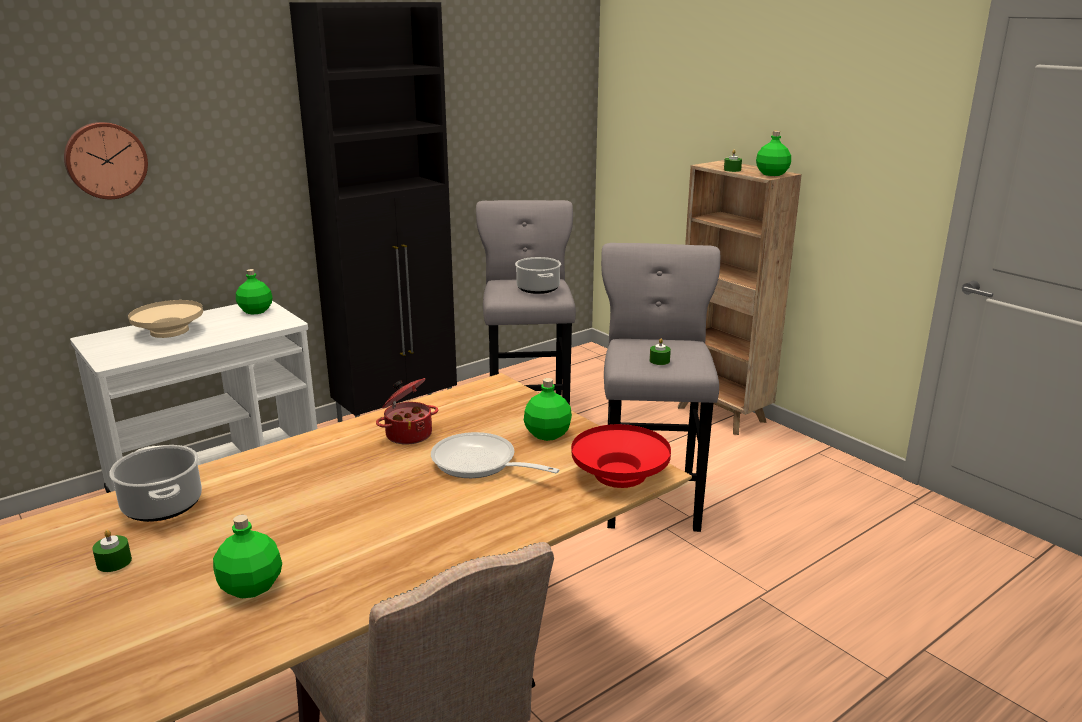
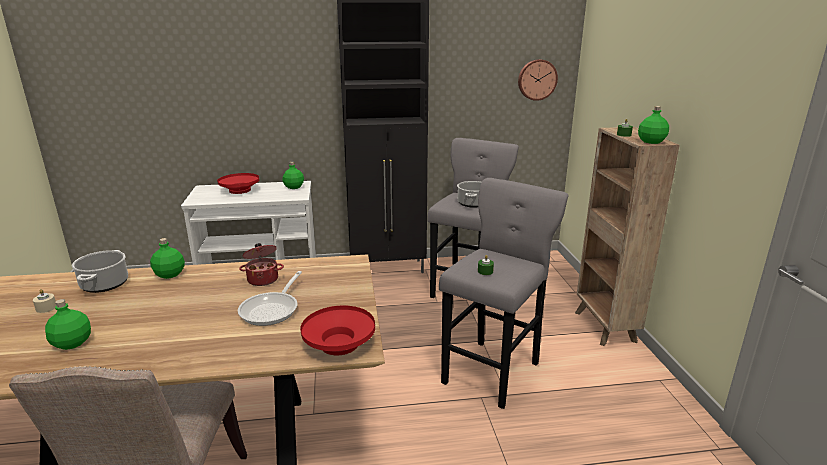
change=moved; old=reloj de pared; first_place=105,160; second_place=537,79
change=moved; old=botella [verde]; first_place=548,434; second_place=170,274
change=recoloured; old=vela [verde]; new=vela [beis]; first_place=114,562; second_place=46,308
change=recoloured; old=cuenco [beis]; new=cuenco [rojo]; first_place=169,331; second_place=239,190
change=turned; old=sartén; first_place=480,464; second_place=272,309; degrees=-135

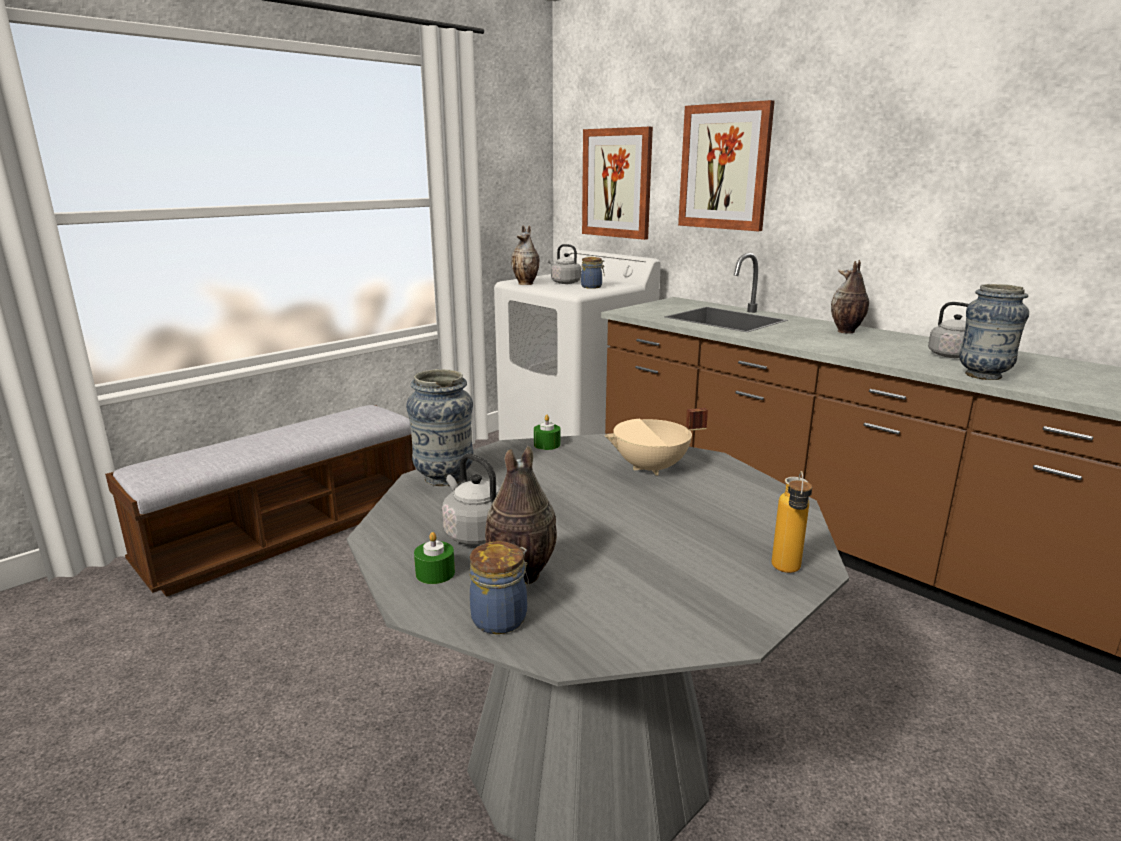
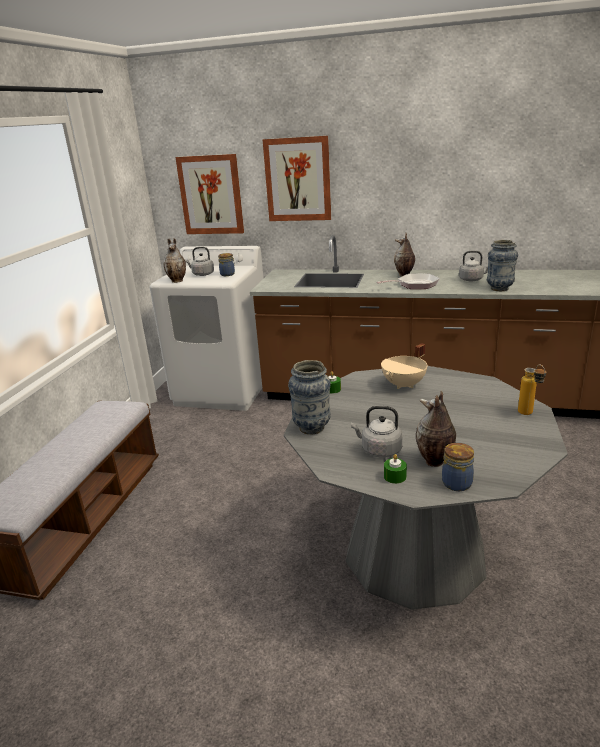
change=added; new=sartén; second_place=414,285

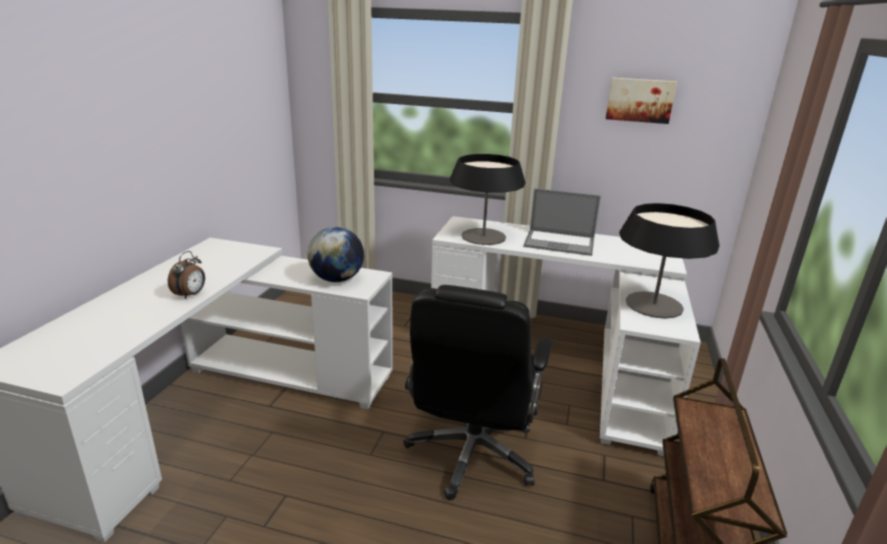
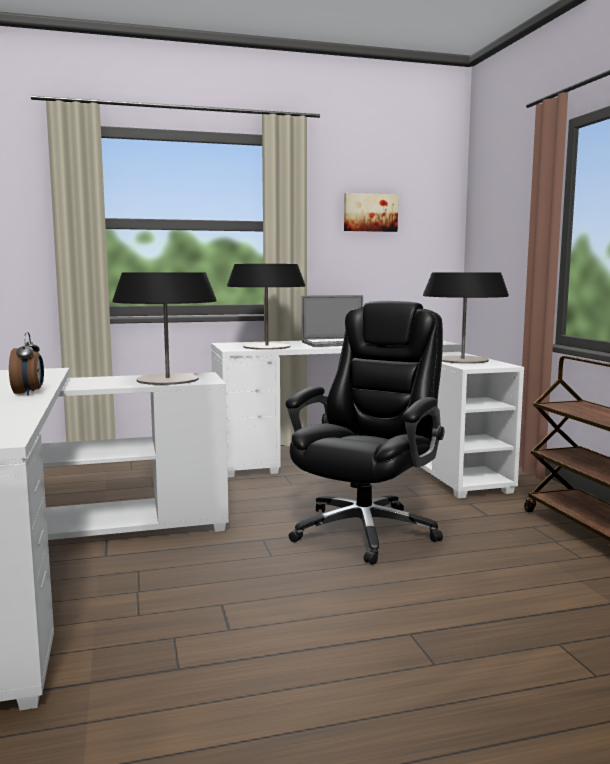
change=replaced; old=globo terráqueo; new=lámpara de mesa; first_place=337,279; second_place=168,379
change=turned; old=silla de oficina [negro]; first_place=472,454; second_place=366,530; degrees=-135

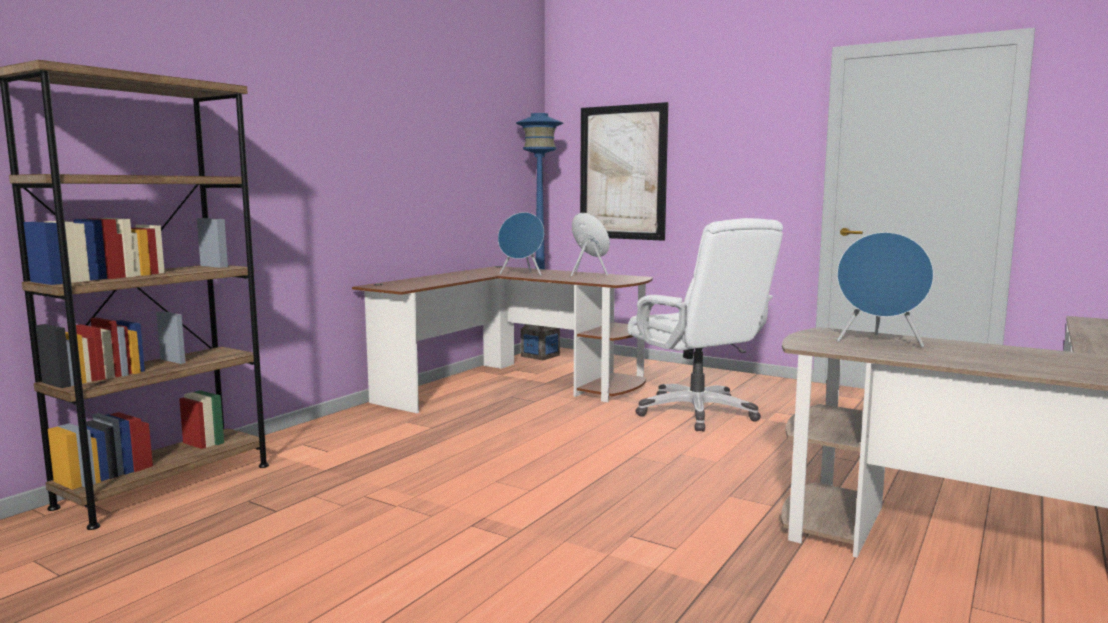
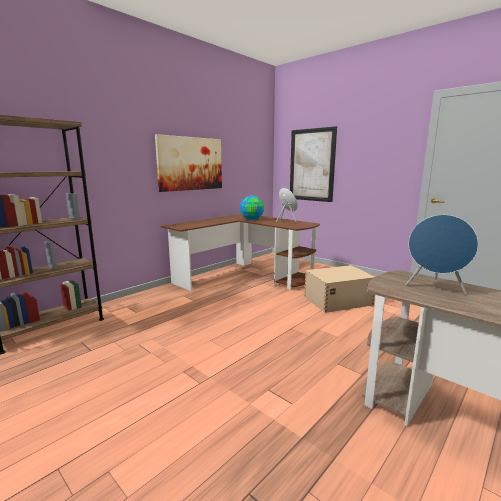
change=removed; old=lámpara de pie [azul]; first_place=540,355
change=added; new=cuadro; second_place=190,164
change=replaced; old=altavoz [azul]; new=globo terráqueo; first_place=522,274; second_place=252,219
change=replaced; old=silla de oficina [blanco]; new=caja de almacenaje [beis]; first_place=697,413; second_place=337,300

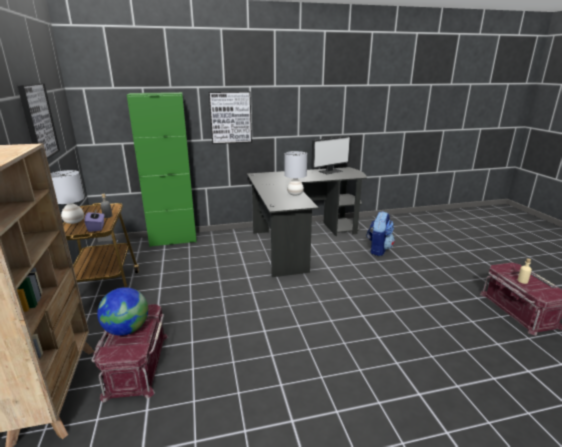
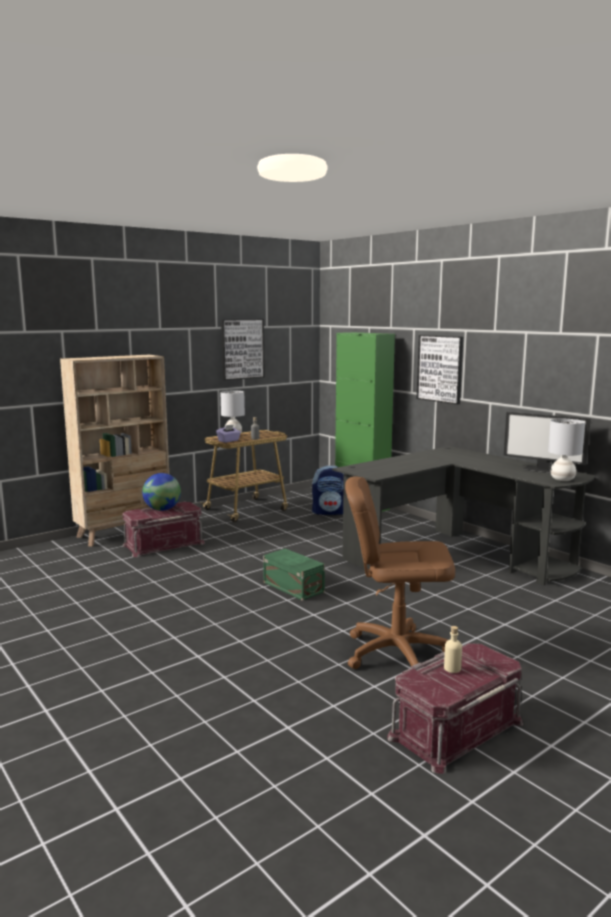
change=added; new=caja de almacenaje [verde]; second_place=293,587
change=added; new=silla de oficina [marrón]; second_place=396,653
change=moved; old=lámpara de mesa [gris]; first_place=295,194; second_place=563,479
change=moved; old=mochila; first_place=378,250; second_place=330,512

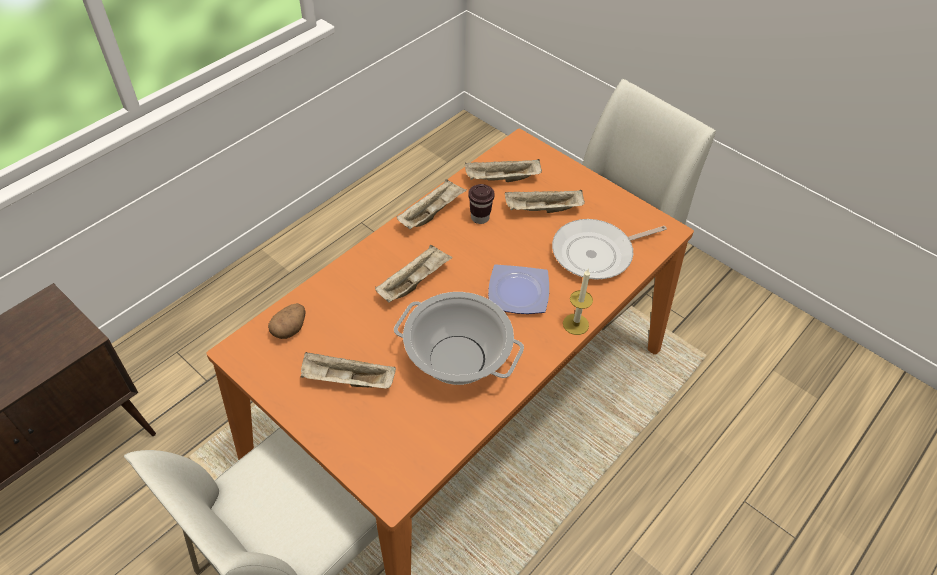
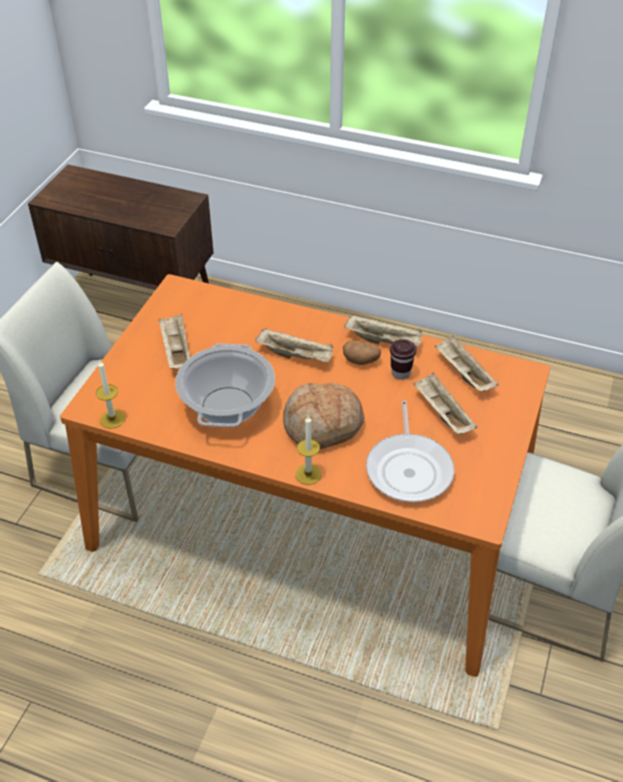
change=added; new=vela; second_place=112,419
change=moved; old=patata; first_place=289,329; second_place=361,361
change=replaced; old=plato; new=pan; first_place=519,293; second_place=323,425
change=turned; old=sartén; first_place=596,253; second_place=409,469; degrees=-135

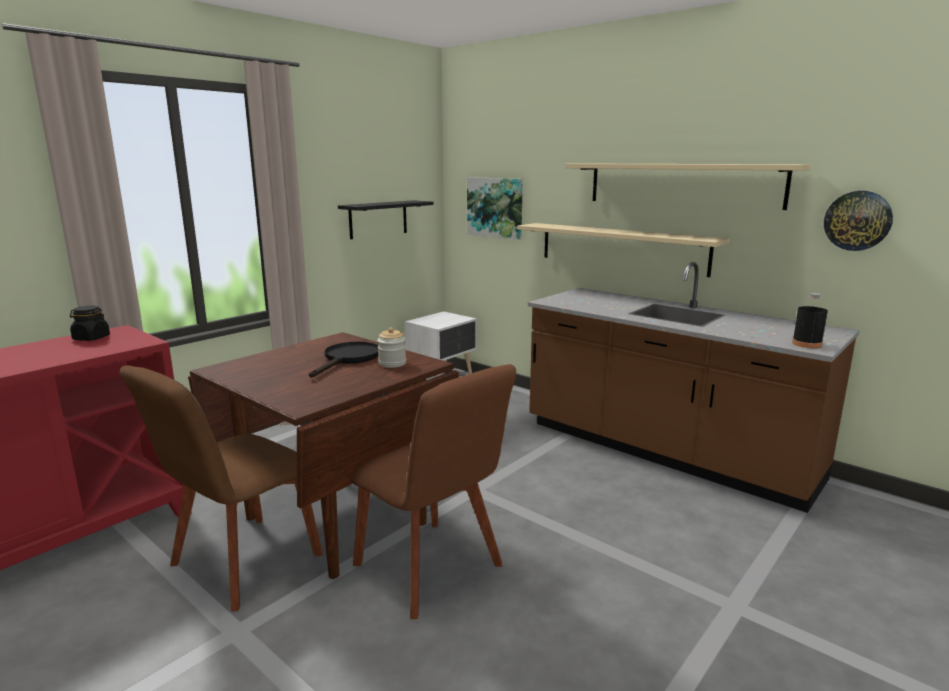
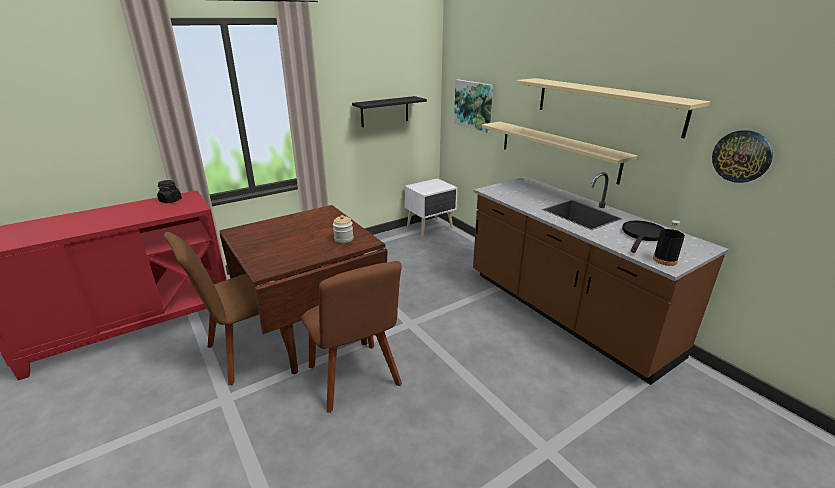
change=moved; old=sartén [negro]; first_place=348,359; second_place=642,236

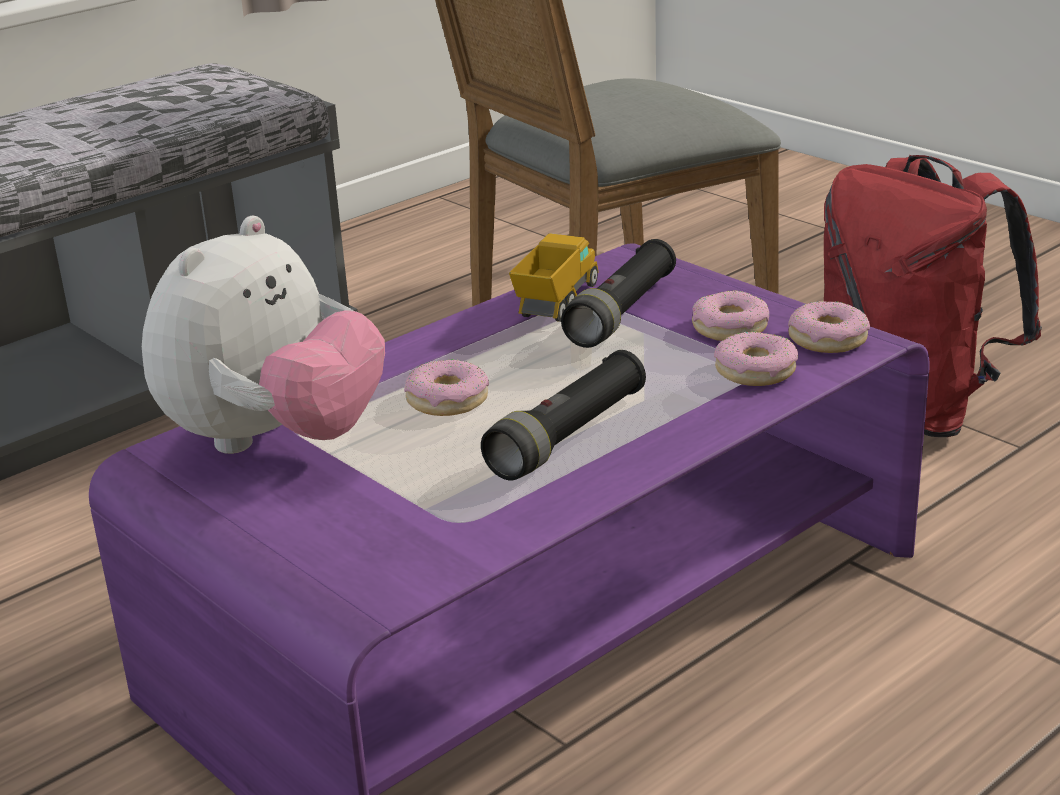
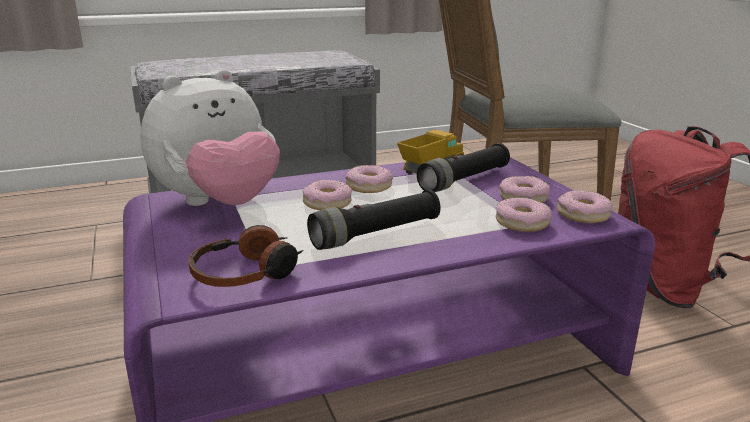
change=added; new=auriculares; second_place=247,273
change=added; new=rosquilla; second_place=368,186

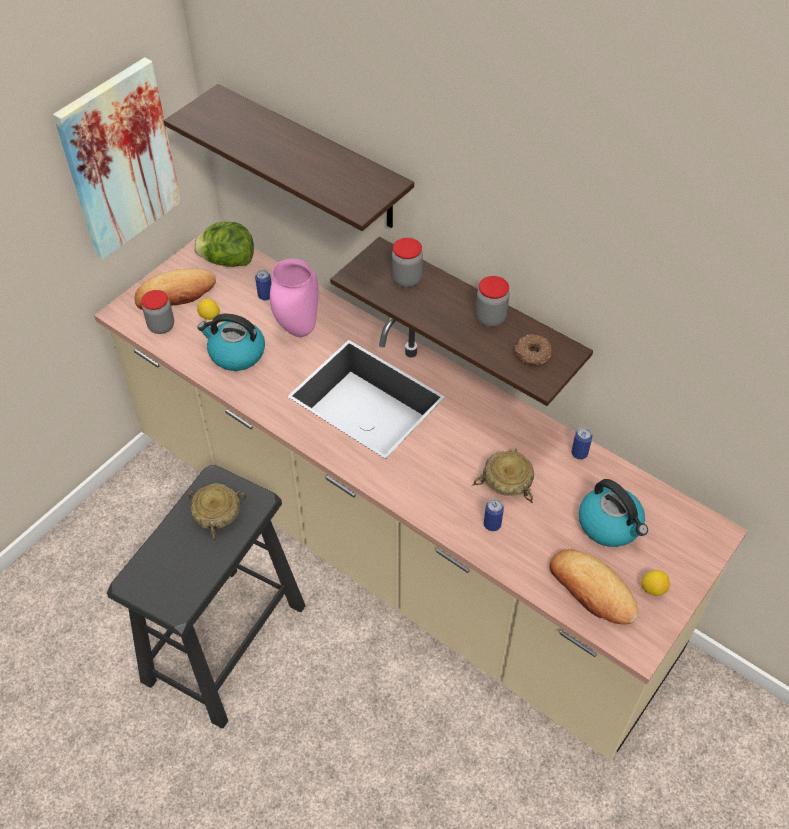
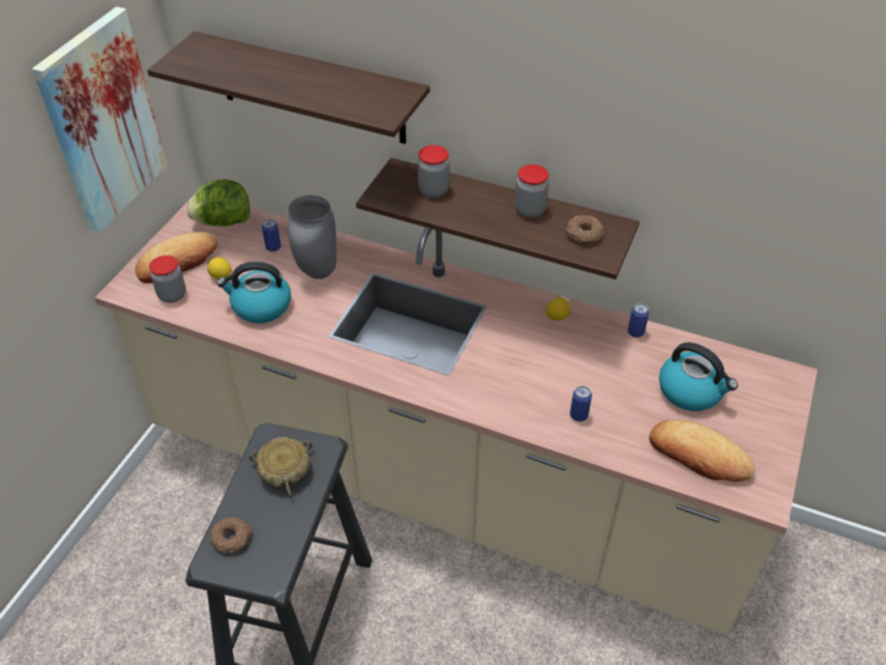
change=removed; old=cuenco [beis]; first_place=505,482
change=added; new=rosquilla; second_place=232,538
change=moved; old=limón; first_place=653,588; second_place=557,317
change=recoloured; old=florero [rosa]; new=florero [gris]; first_place=297,329; second_place=316,272

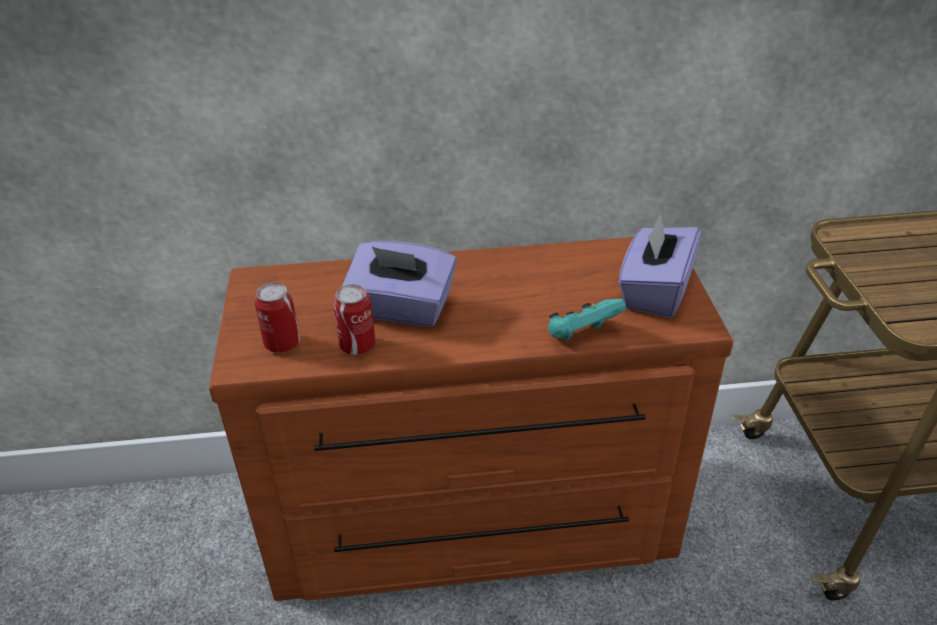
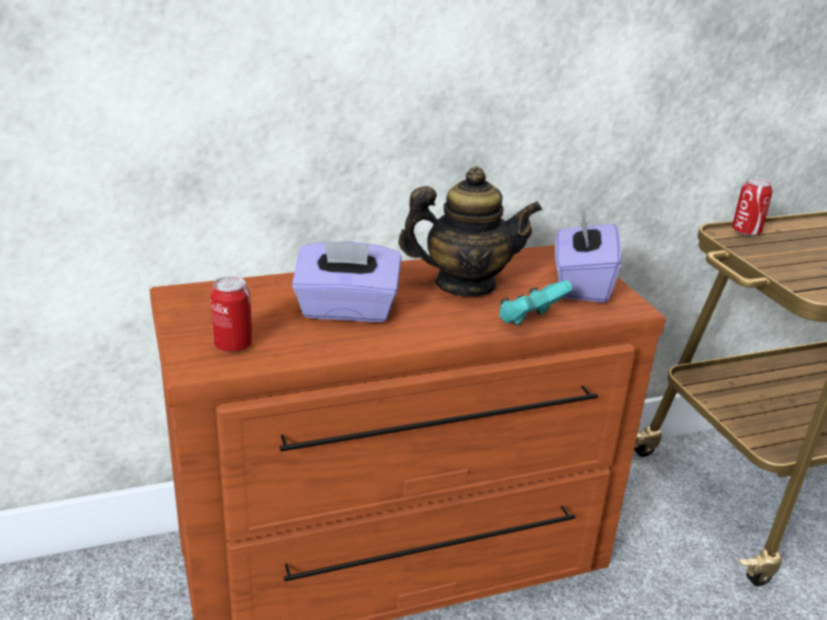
change=added; new=tetera; second_place=465,285
change=moved; old=lata; first_place=357,345; second_place=746,231

